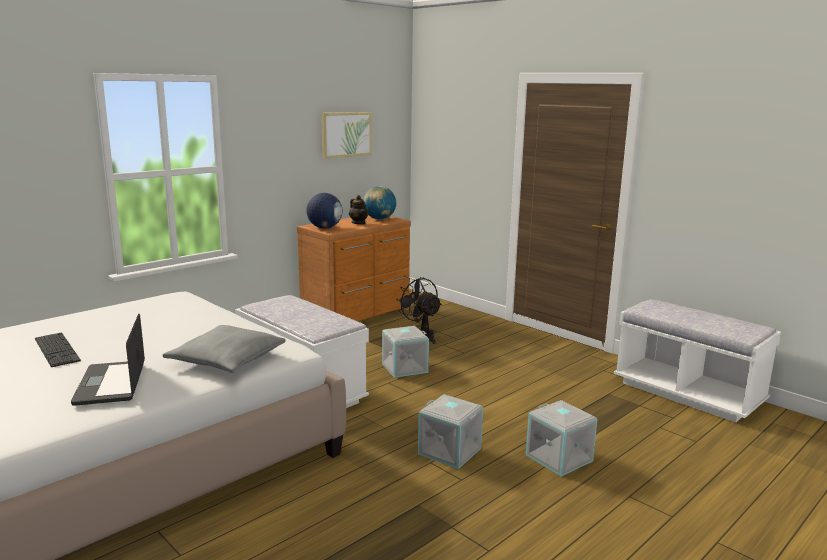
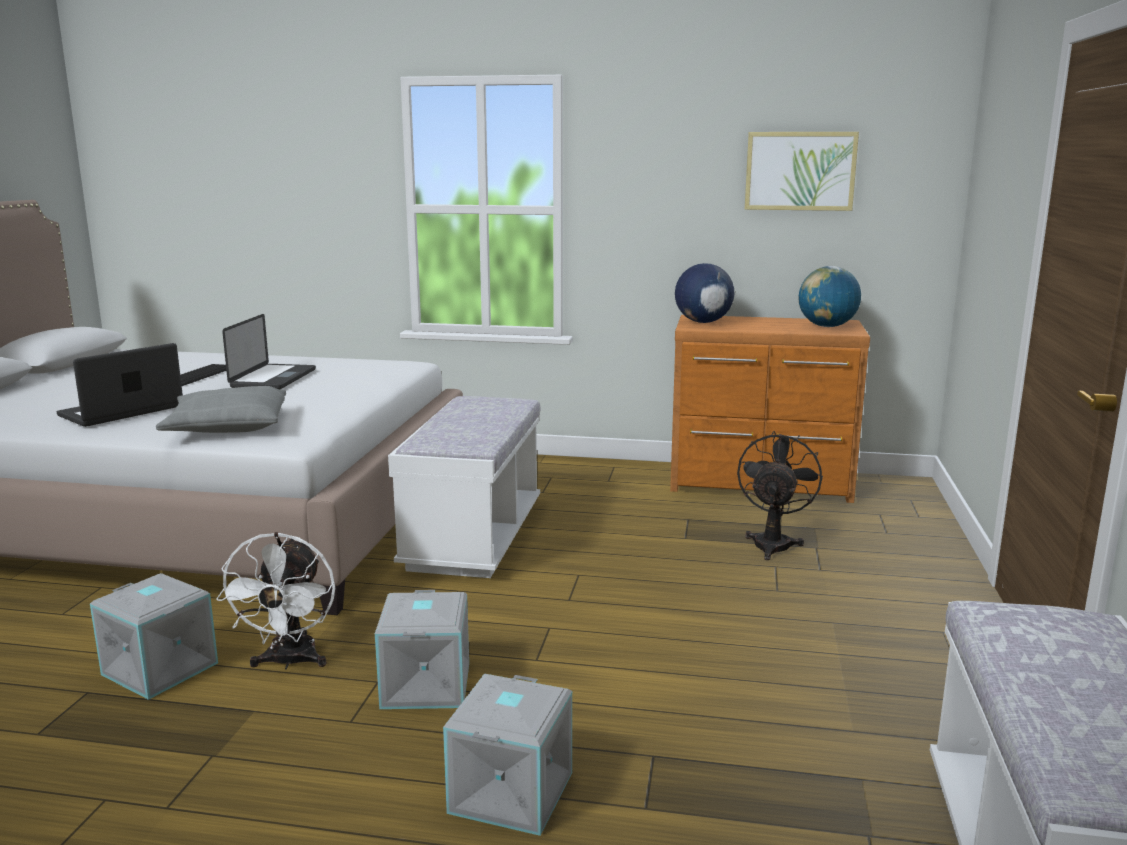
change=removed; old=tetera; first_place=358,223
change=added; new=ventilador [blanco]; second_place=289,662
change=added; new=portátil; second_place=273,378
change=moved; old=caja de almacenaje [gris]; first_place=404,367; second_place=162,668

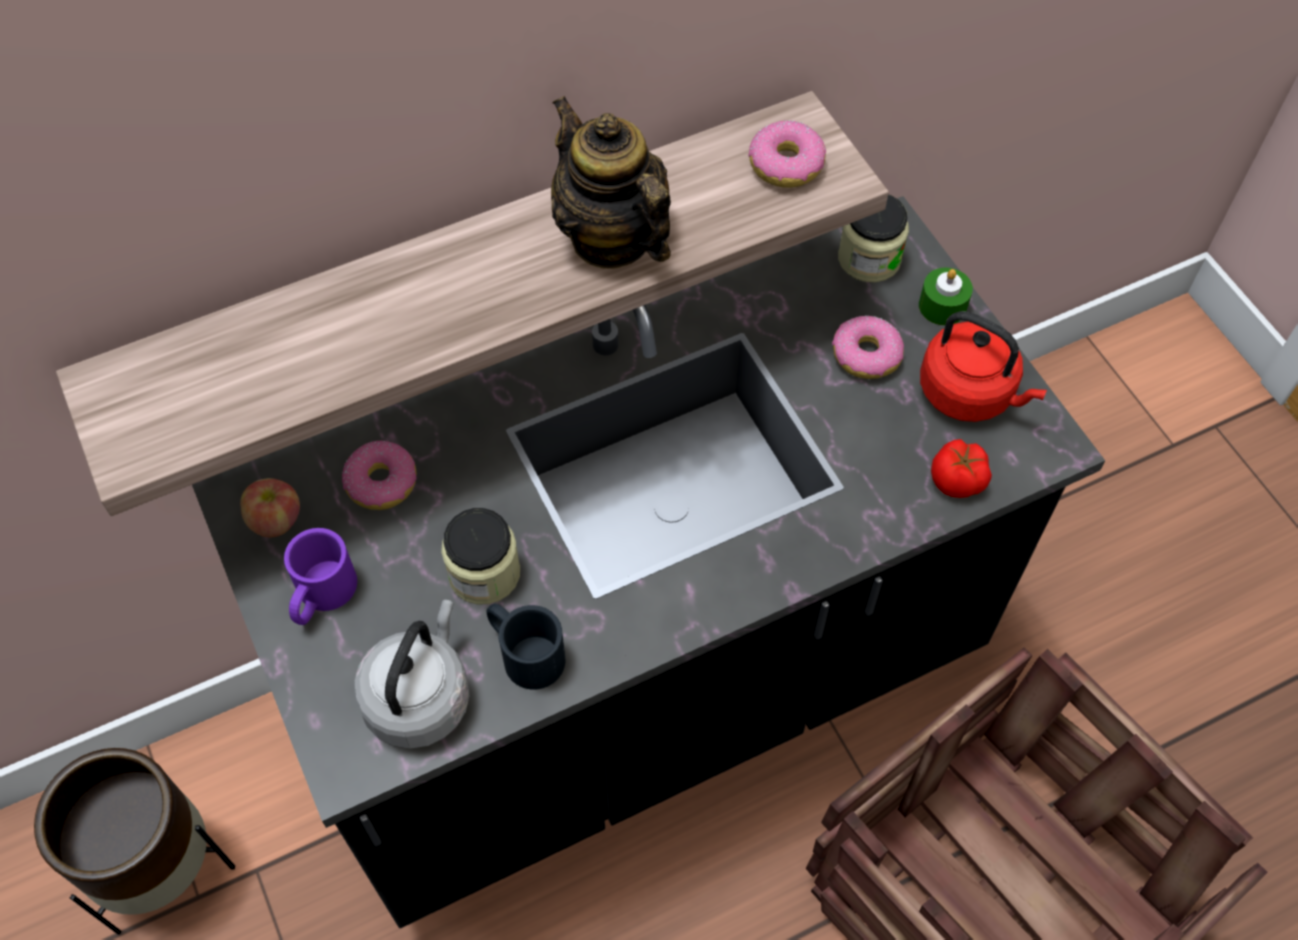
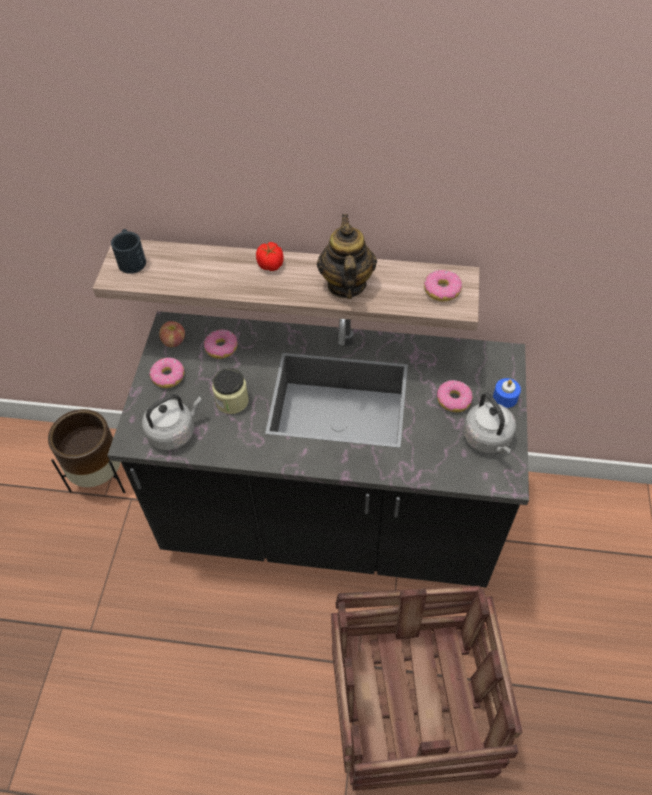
change=removed; old=tarro; first_place=869,259
change=moved; old=taza grande [negro]; first_place=524,652; second_place=131,259
change=moved; old=tomate; first_place=958,481; second_place=271,265
change=replaced; old=taza grande [morado]; new=rosquilla; first_place=321,596; second_place=168,377
change=recoloured; old=vela [verde]; new=vela [azul]; first_place=942,306; second_place=505,397
change=recoloured; old=hervidor [rojo]; new=hervidor [gris]; first_place=970,393; second_place=488,439

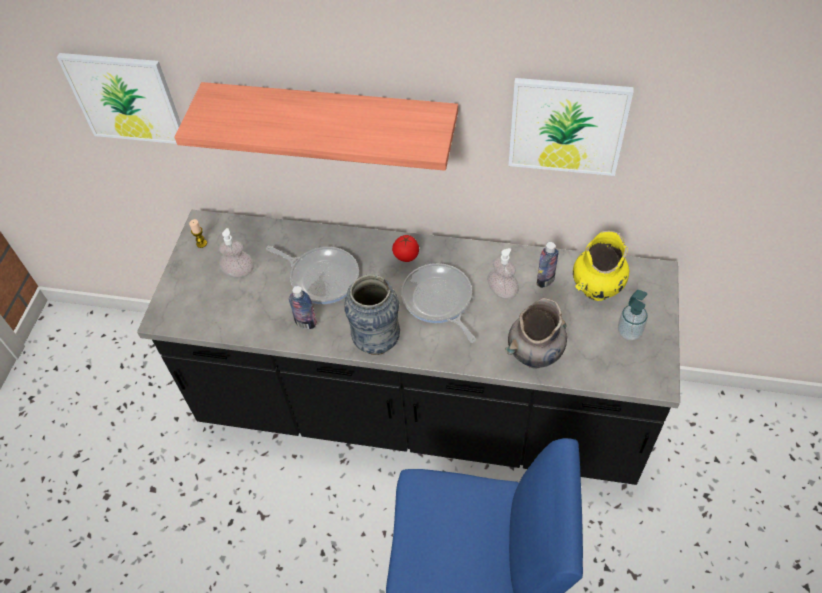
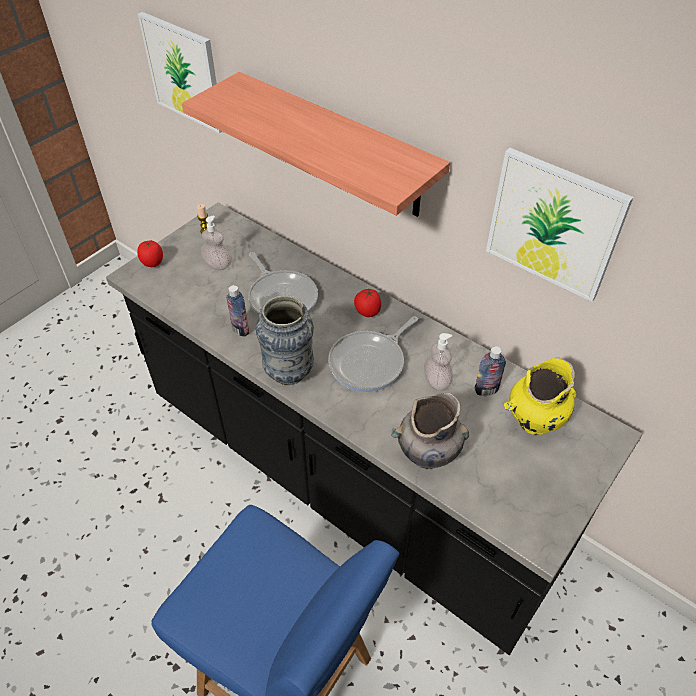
change=removed; old=dispensador de jabón; first_place=629,332
change=added; new=tomate; second_place=152,263
change=turned; old=sartén; first_place=438,300; second_place=370,362; degrees=-135

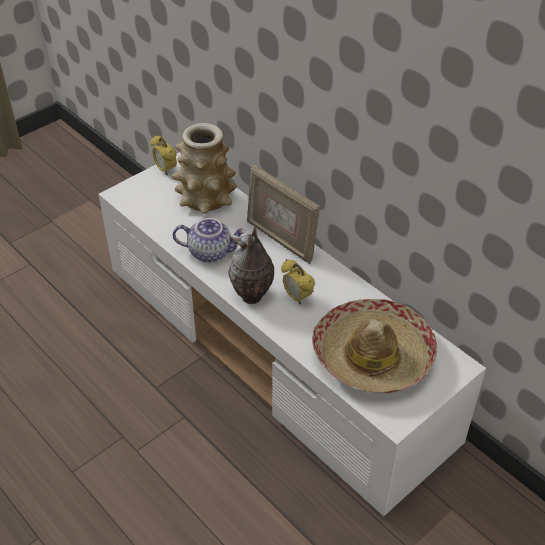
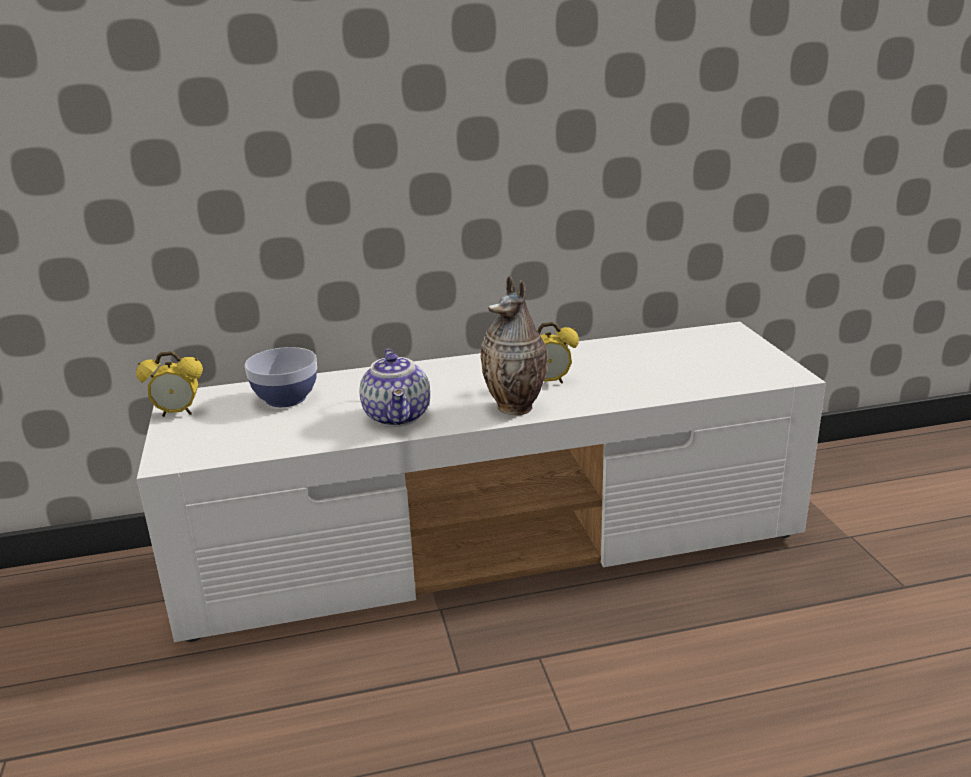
change=removed; old=portarretratos; first_place=281,240
change=removed; old=sombrero; first_place=373,356
change=replaced; old=florero; new=cuenco; first_place=205,199; second_place=286,398
change=turned; old=tetera; first_place=210,252; second_place=399,417; degrees=135

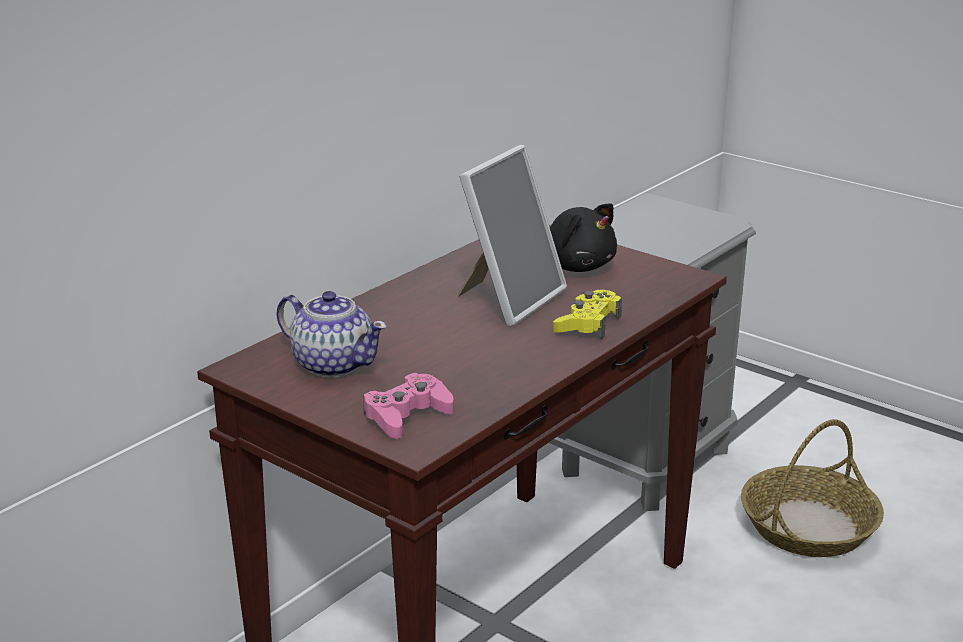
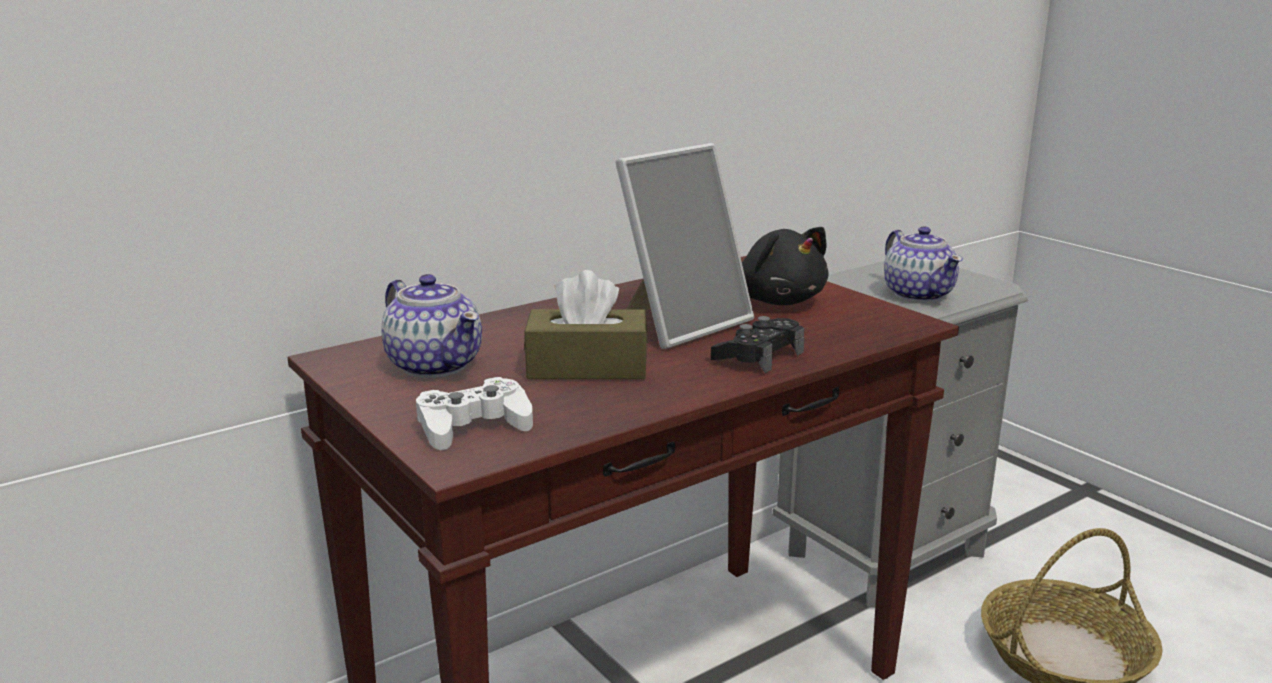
change=added; new=caja de pañuelos [marrón]; second_place=587,367
change=added; new=tetera; second_place=918,294
change=recoloured; old=mando de consola [rosa]; new=mando de consola [blanco]; first_place=406,415; second_place=473,426
change=recoloured; old=mando de consola [amarillo]; new=mando de consola [negro]; first_place=587,324; second_place=758,356

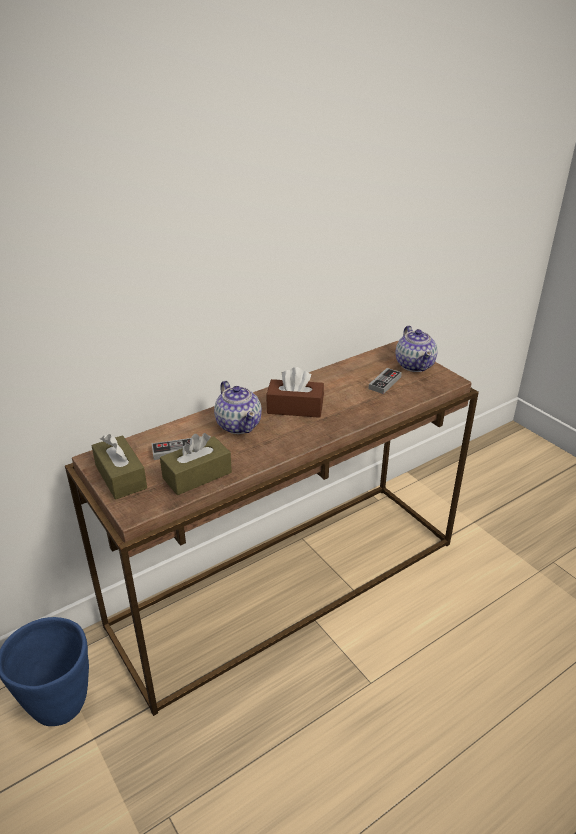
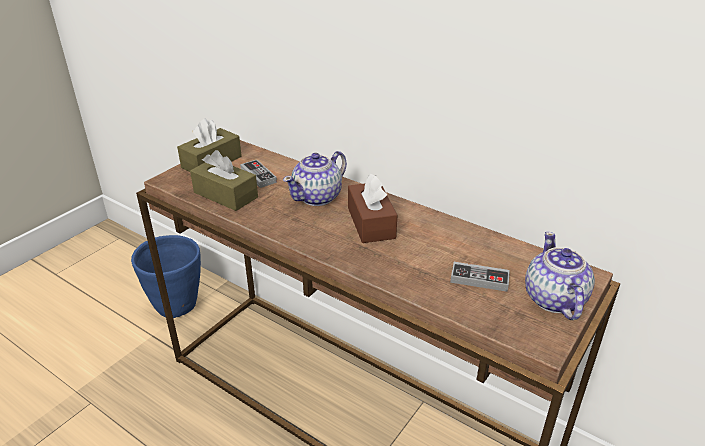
change=turned; old=tetera; first_place=415,365; second_place=553,300; degrees=120

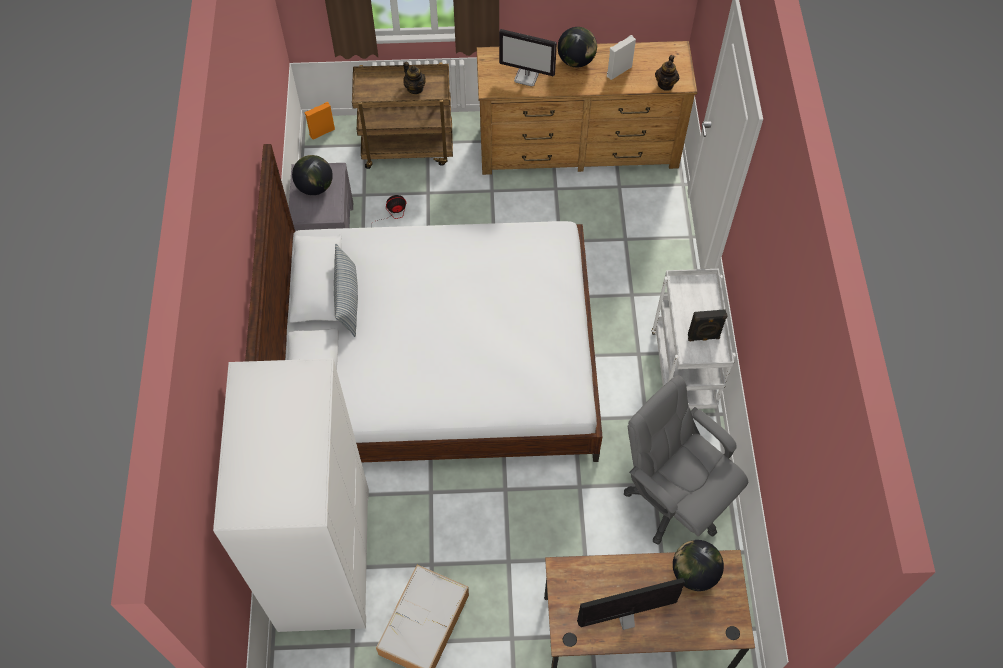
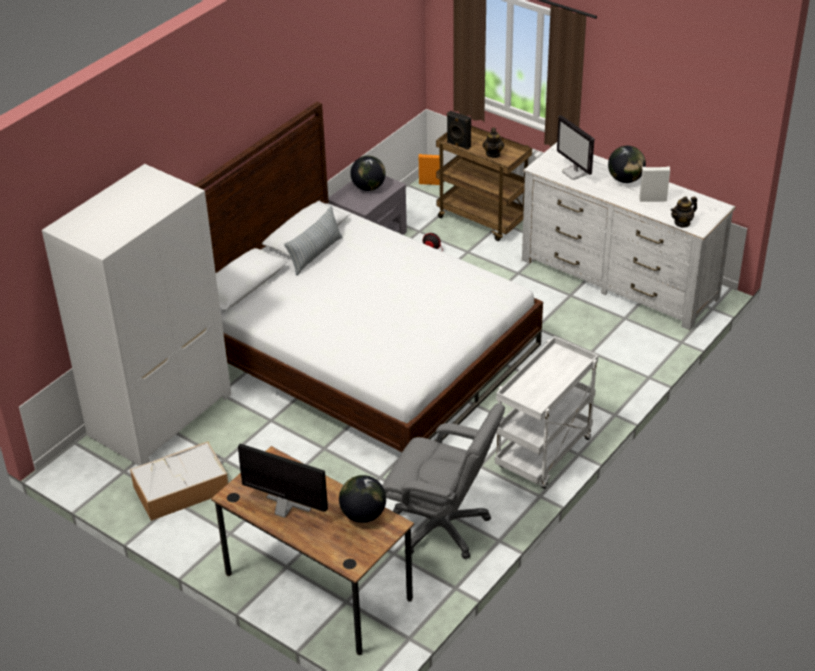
change=moved; old=altavoz [negro]; first_place=703,337; second_place=458,145
change=recoloured; old=cómoda [marrón]; new=cómoda [blanco]; first_place=578,147; second_place=619,279
change=turned; old=silla de oficina [gris]; first_place=673,499; second_place=442,526; degrees=120

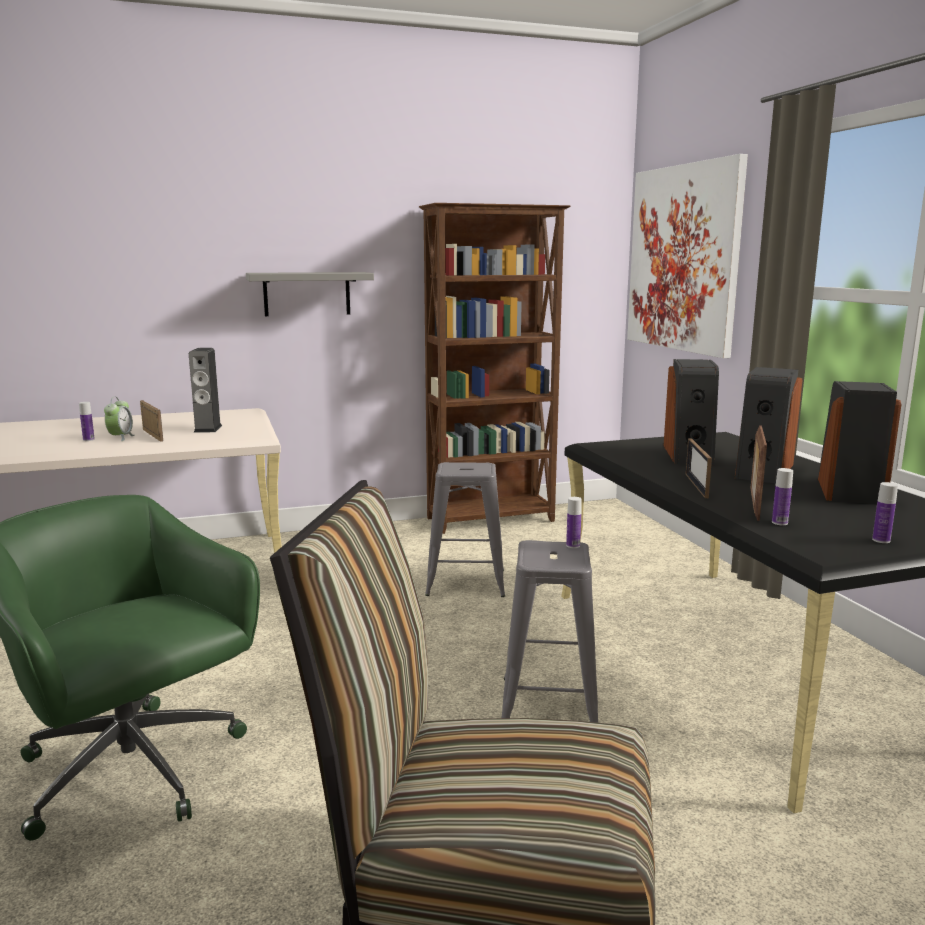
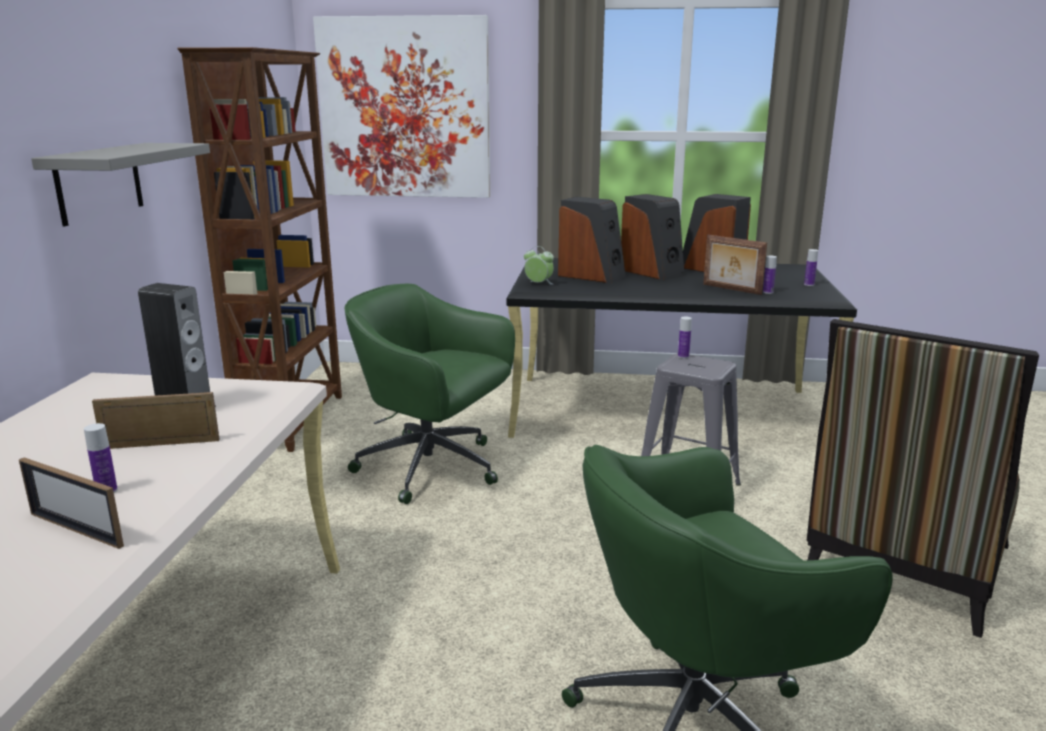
change=moved; old=despertador; first_place=120,438; second_place=538,284
change=moved; old=portarretratos; first_place=696,485; second_place=76,529
change=replaced; old=taburete [gris]; new=silla de oficina [verde]; first_place=465,582; second_place=433,468

